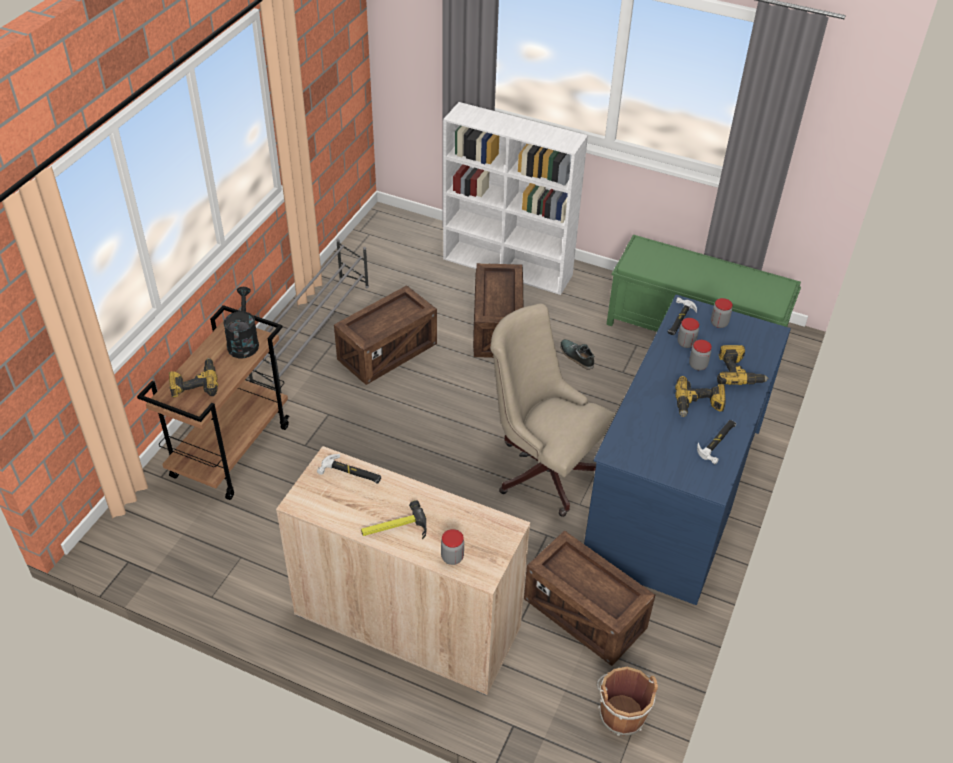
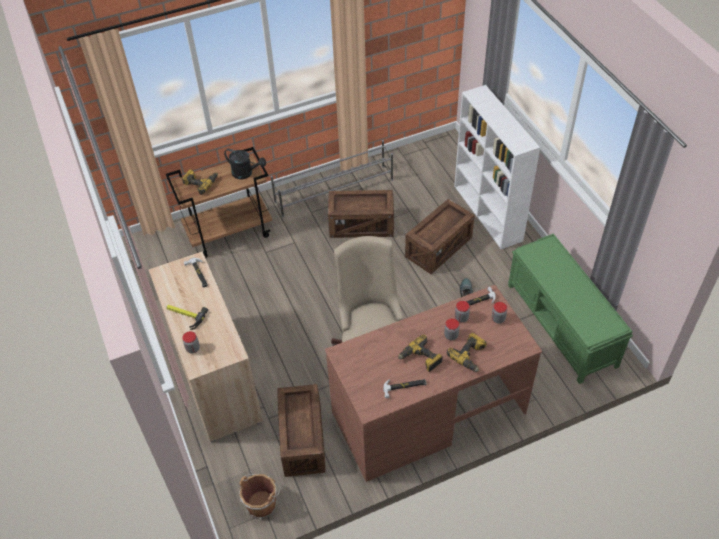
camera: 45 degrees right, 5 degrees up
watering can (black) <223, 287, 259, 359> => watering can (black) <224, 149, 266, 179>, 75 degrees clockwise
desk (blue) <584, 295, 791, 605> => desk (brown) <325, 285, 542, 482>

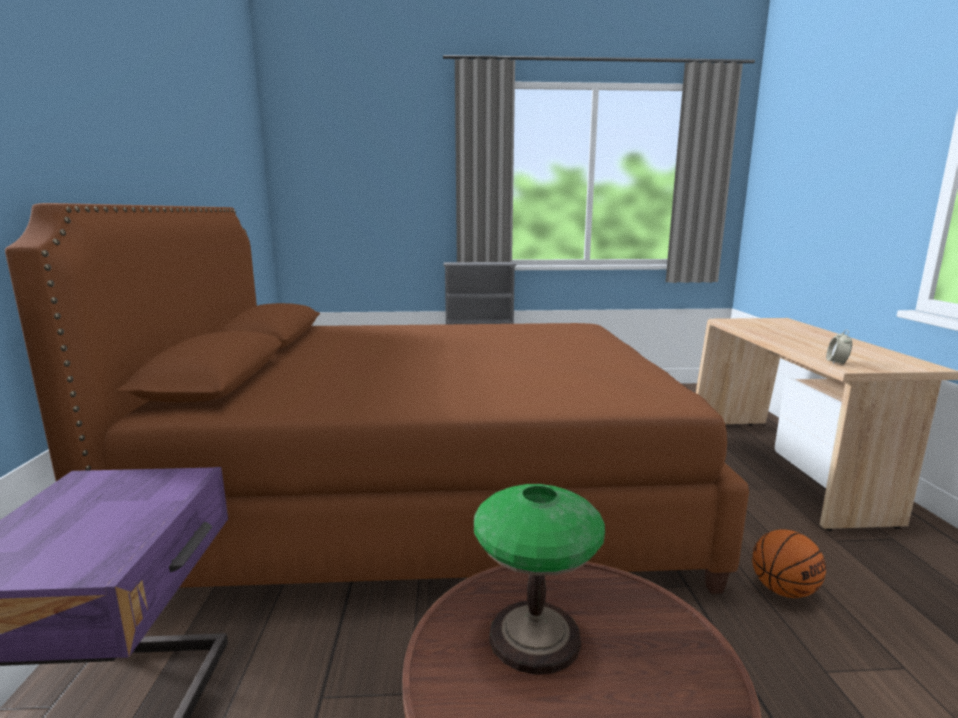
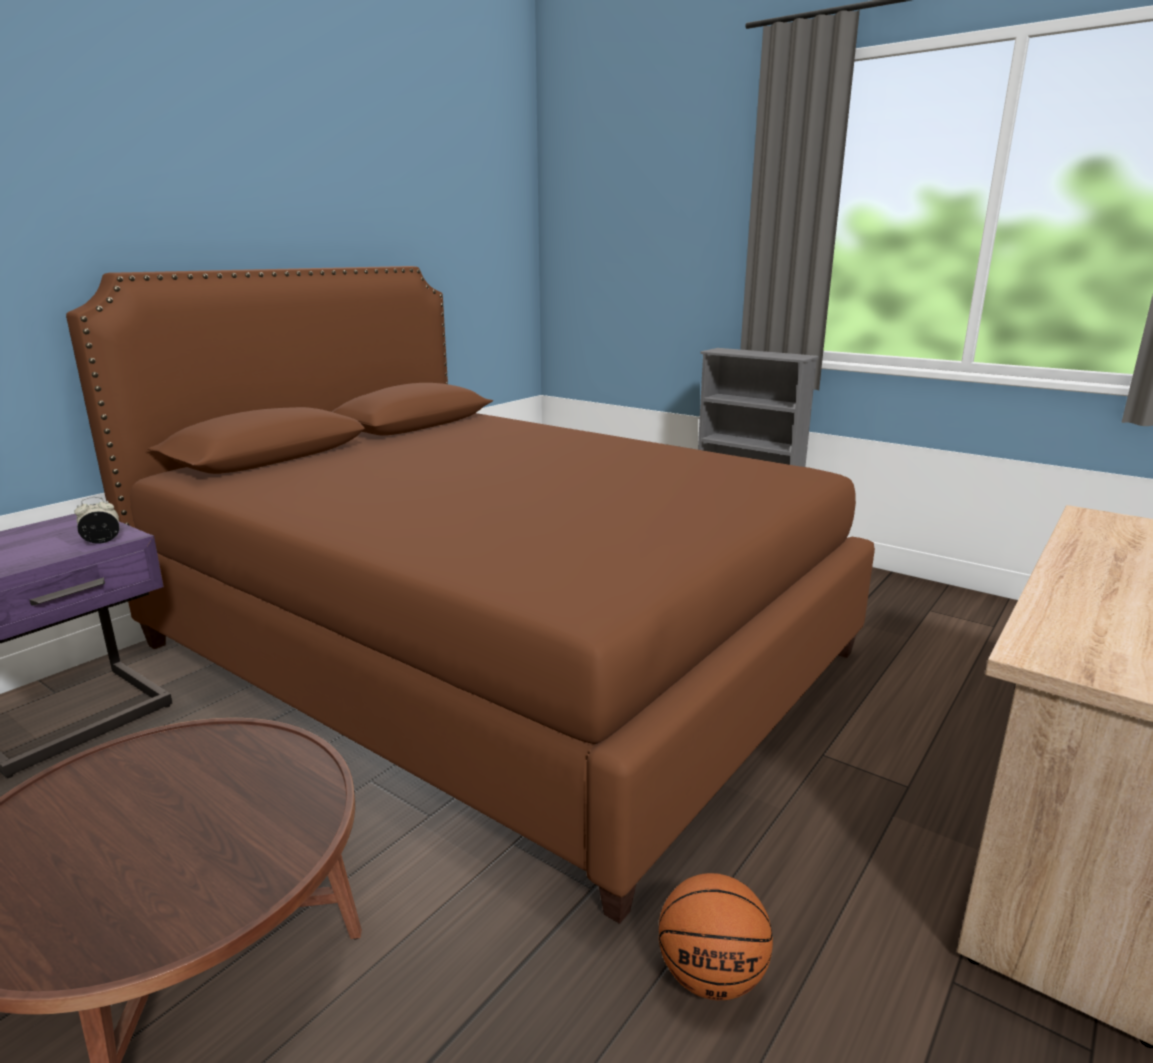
camera: 40 degrees right, 5 degrees up
alarm clock <826, 330, 852, 365> => alarm clock <74, 497, 119, 544>, move
table lamp <474, 484, 605, 675> => nothing

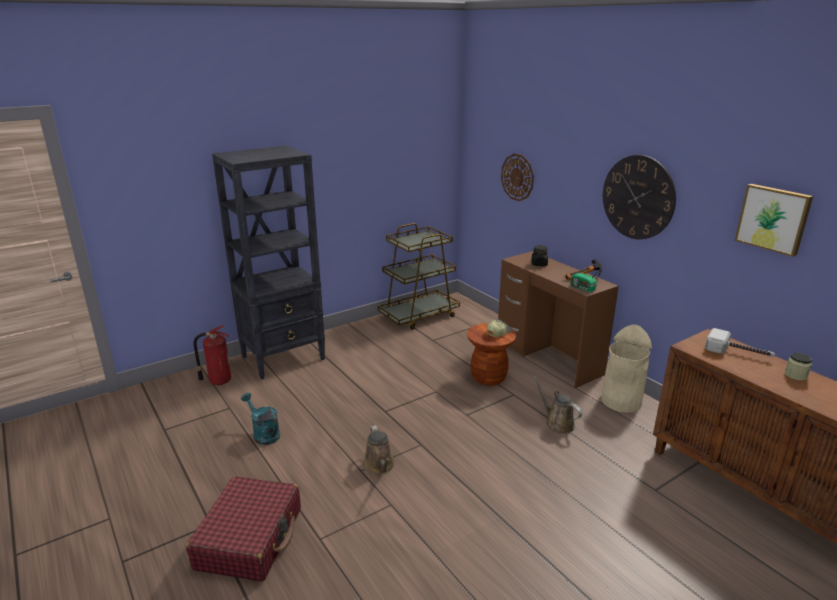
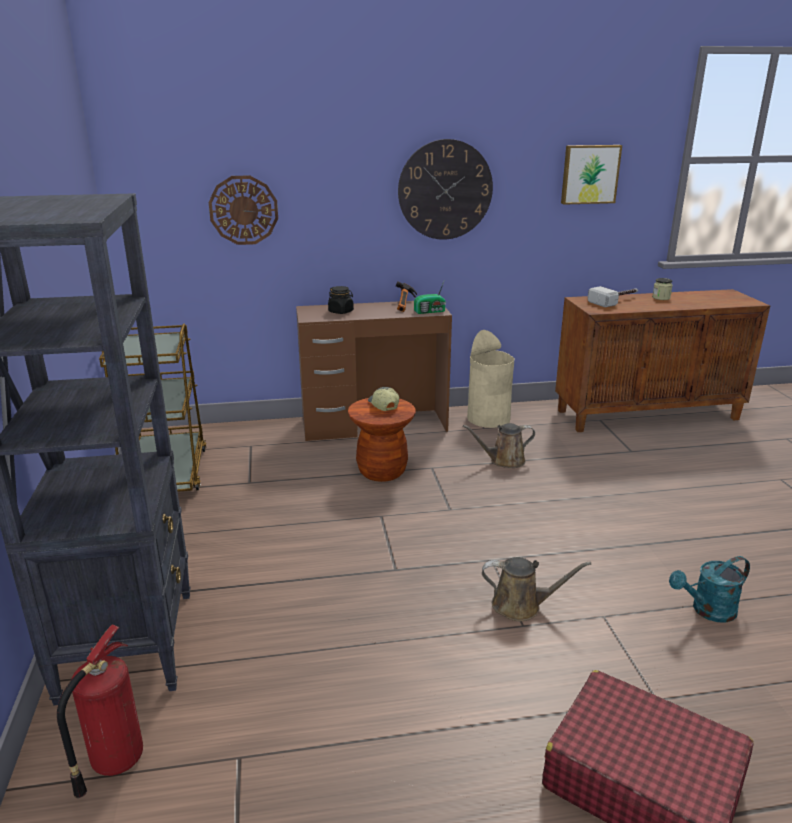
camera: 65 degrees left, 0 degrees up
watering can (turquoise) <241, 393, 280, 445> => watering can (turquoise) <669, 556, 750, 623>, move

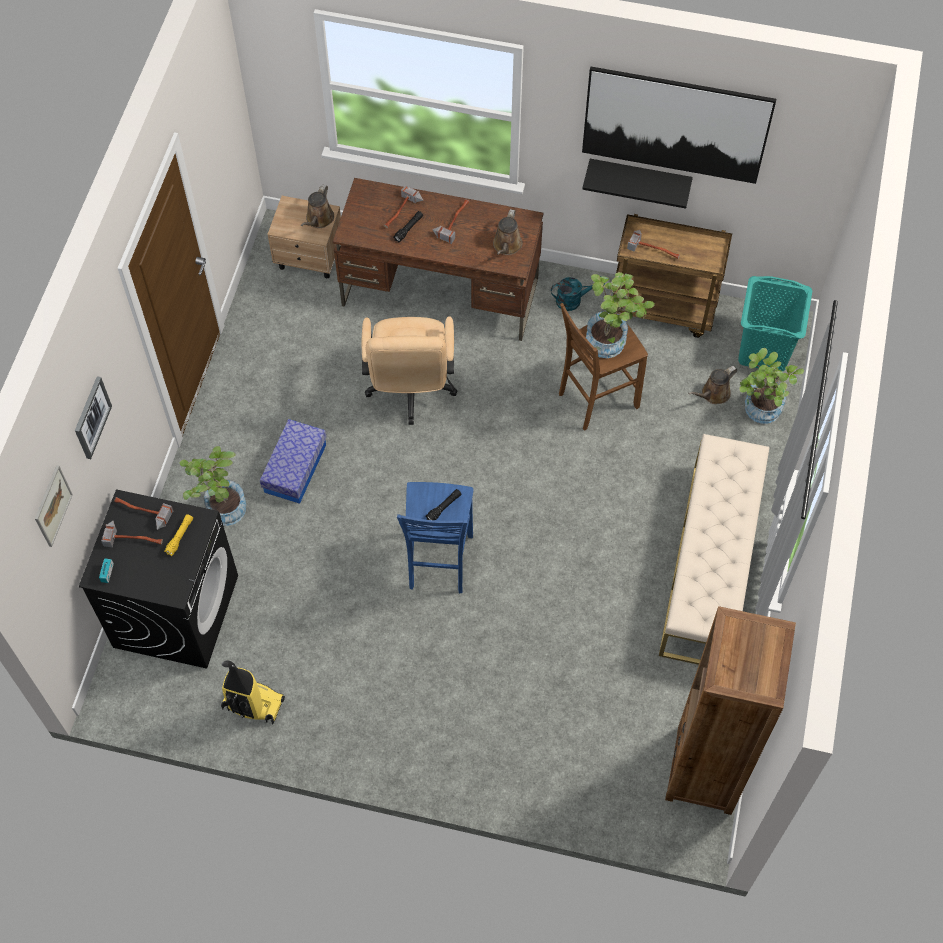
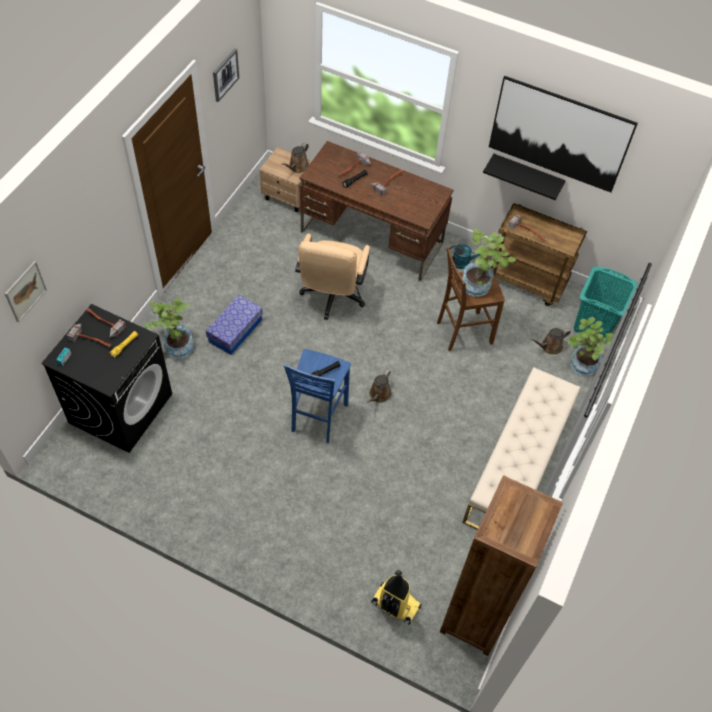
camera: 10 degrees right, 5 degrees down
picture <75, 376, 112, 459> => picture <213, 48, 239, 102>, move
watering can (brown) <493, 209, 523, 255> => watering can (brown) <366, 370, 392, 403>, move
vacuum cleaner <221, 661, 285, 724> => vacuum cleaner <372, 570, 422, 625>, move

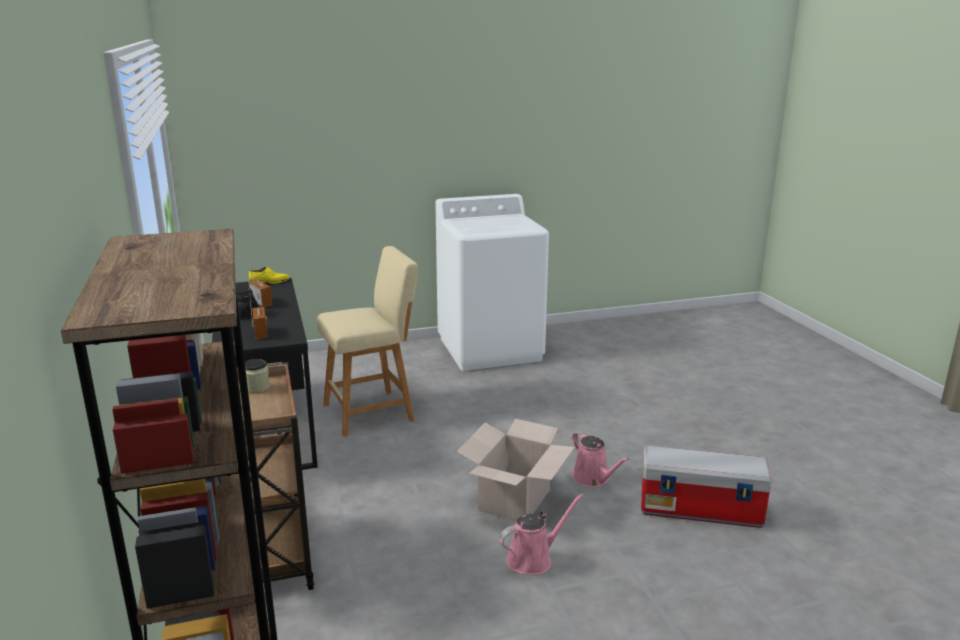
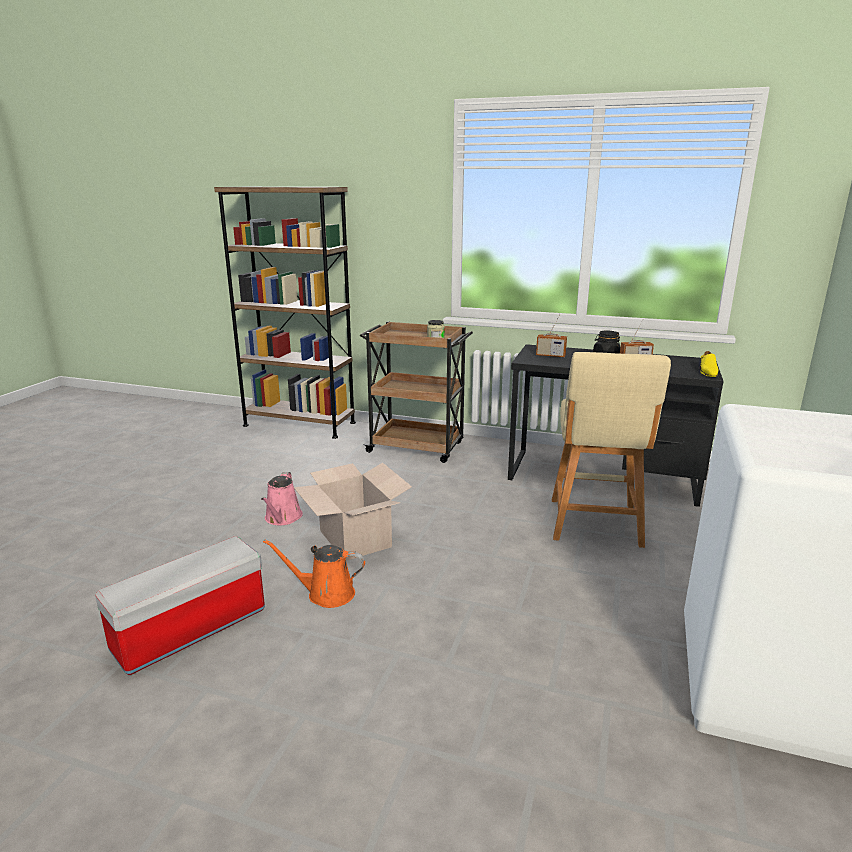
camera: 125 degrees right, 0 degrees up
watering can (pink) <572, 431, 630, 487> => watering can (orange) <263, 539, 365, 608>

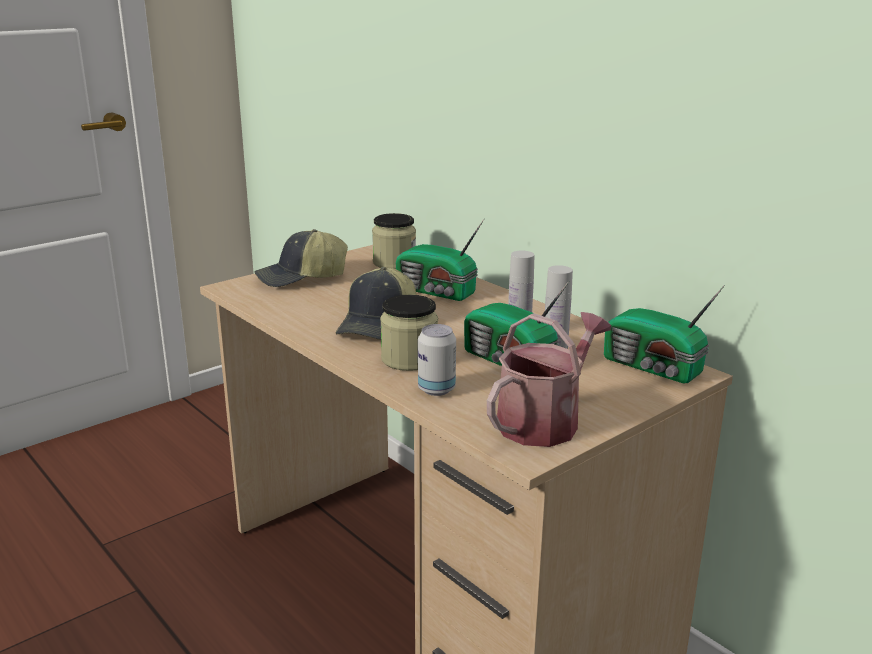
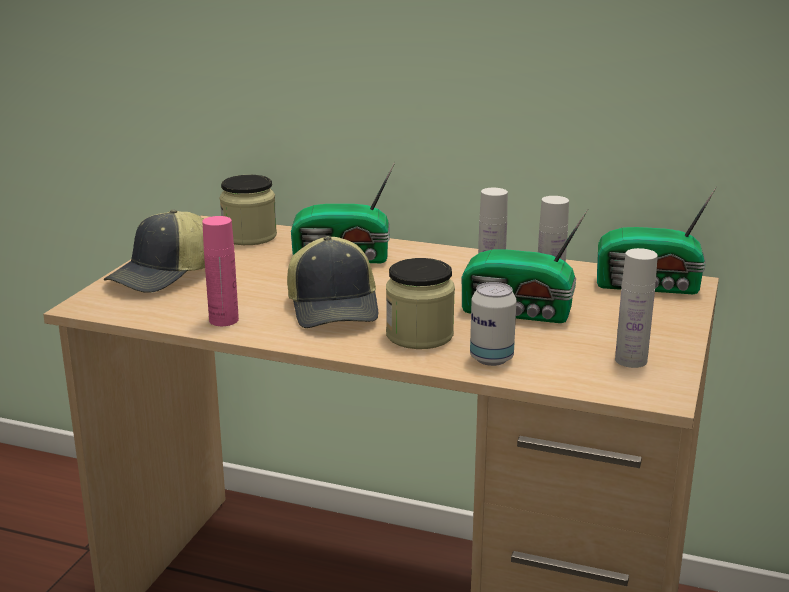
camera: 30 degrees left, 0 degrees up
nothing => bottle (pink) <202, 216, 239, 326>
watering can <487, 312, 612, 447> => bottle (white) <615, 248, 658, 368>

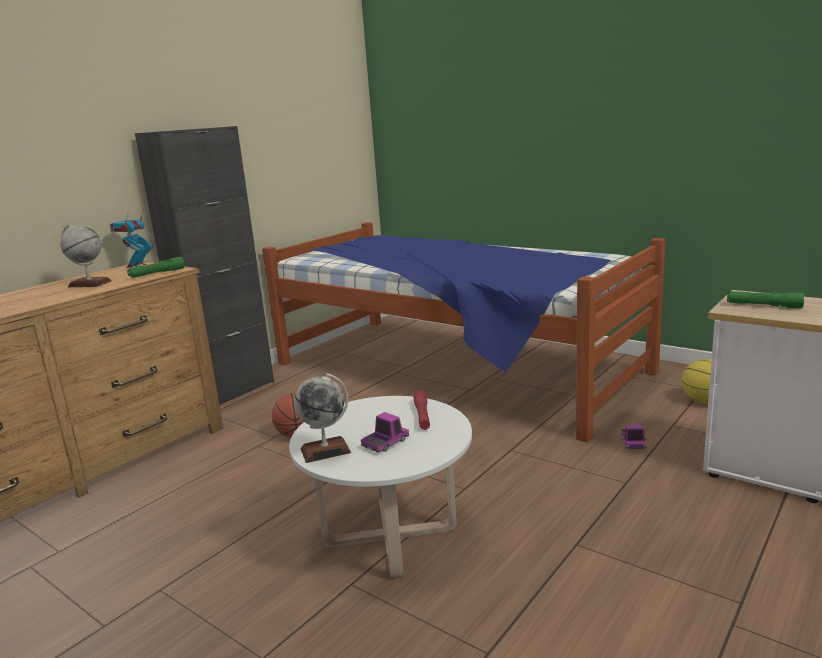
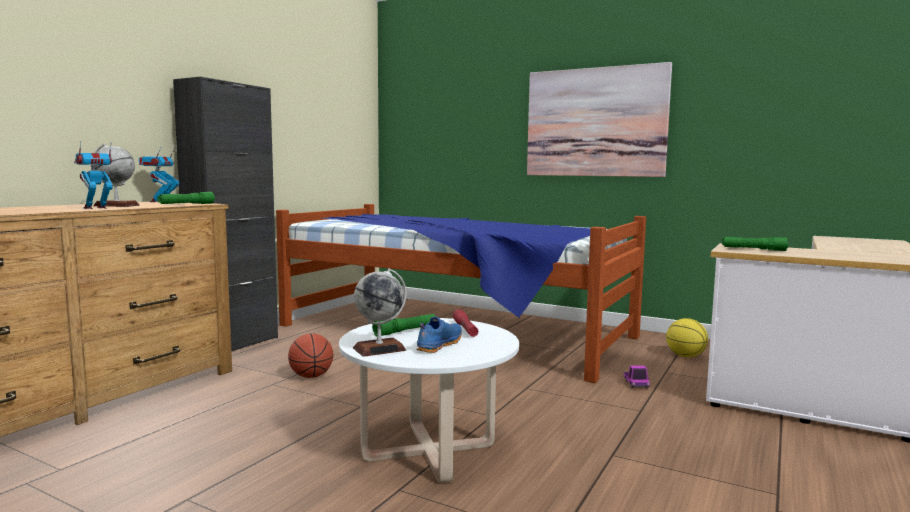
camera: 10 degrees left, 10 degrees down
nothing => toy robot <74, 141, 113, 209>
nothing => flashlight (green) <372, 314, 436, 336>
toy truck <361, 412, 409, 453> => shoe (blue) <416, 317, 462, 353>
nothing => picture <527, 62, 672, 177>

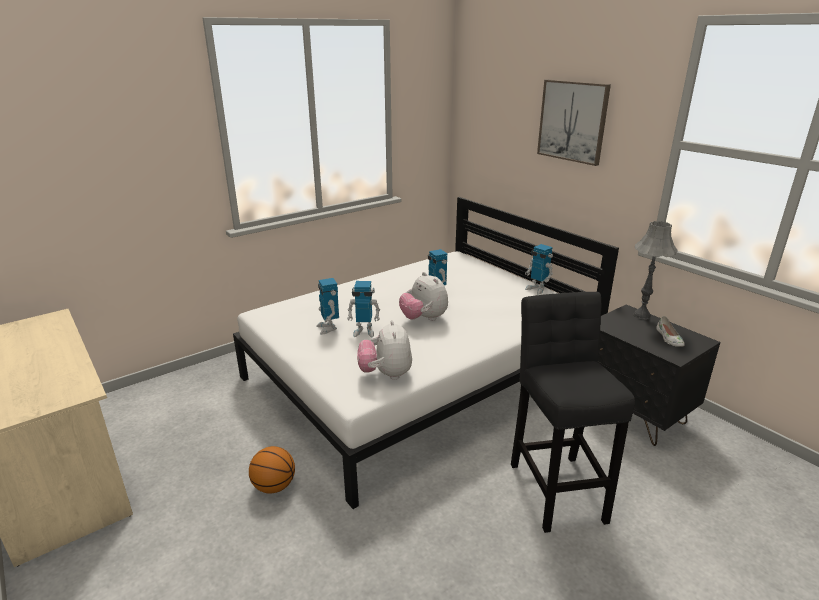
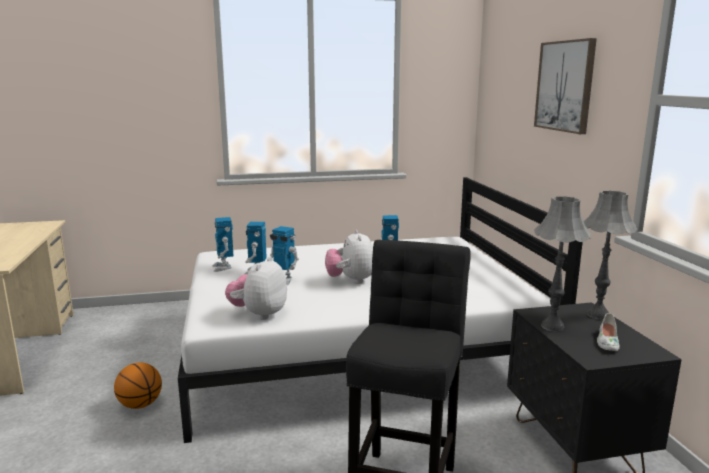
camera: 25 degrees right, 10 degrees down
toy robot <525, 244, 553, 295> => toy robot <212, 217, 234, 272>, move
nothing => table lamp (grey) <534, 196, 591, 332>

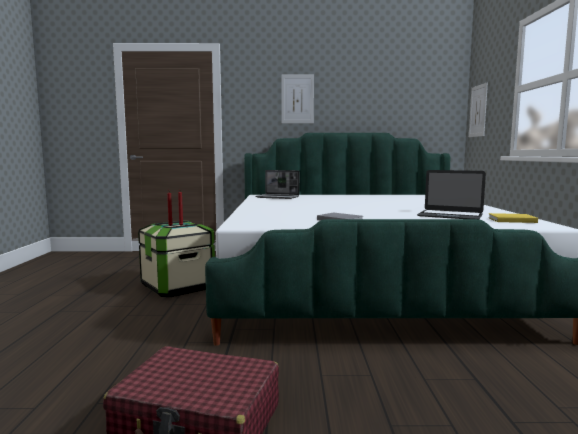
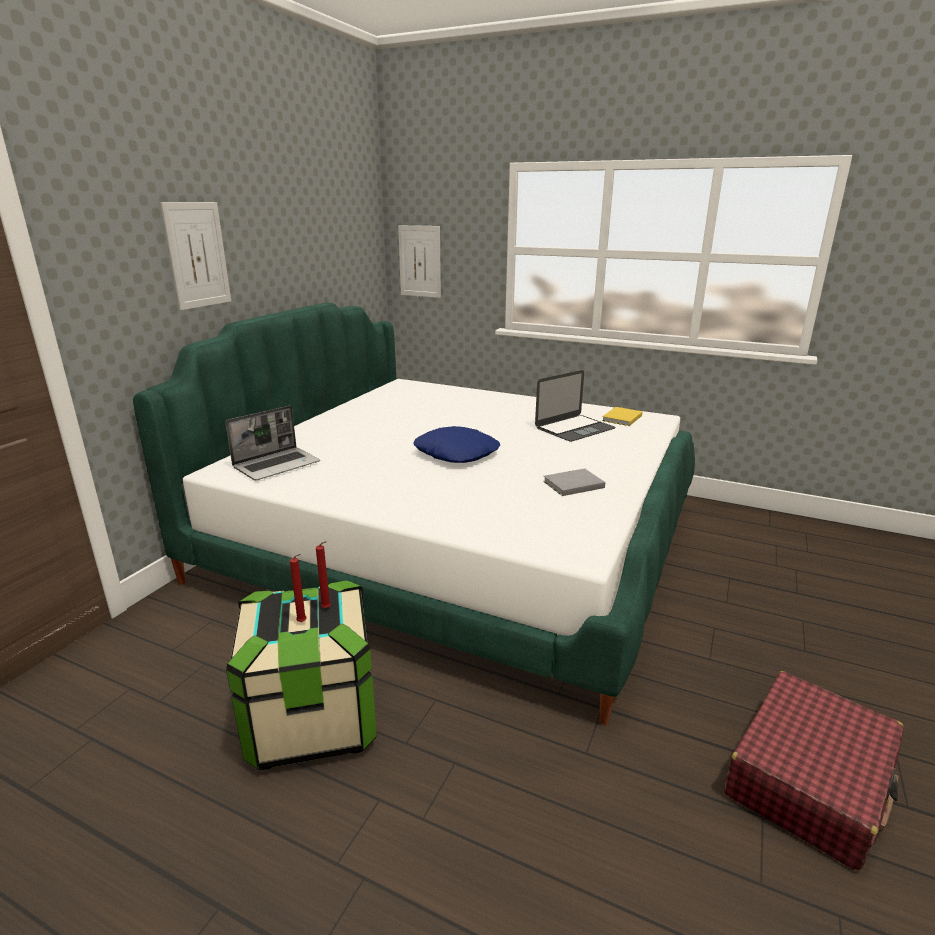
camera: 65 degrees left, 15 degrees up
nothing => pillow (blue) <413, 426, 501, 463>

